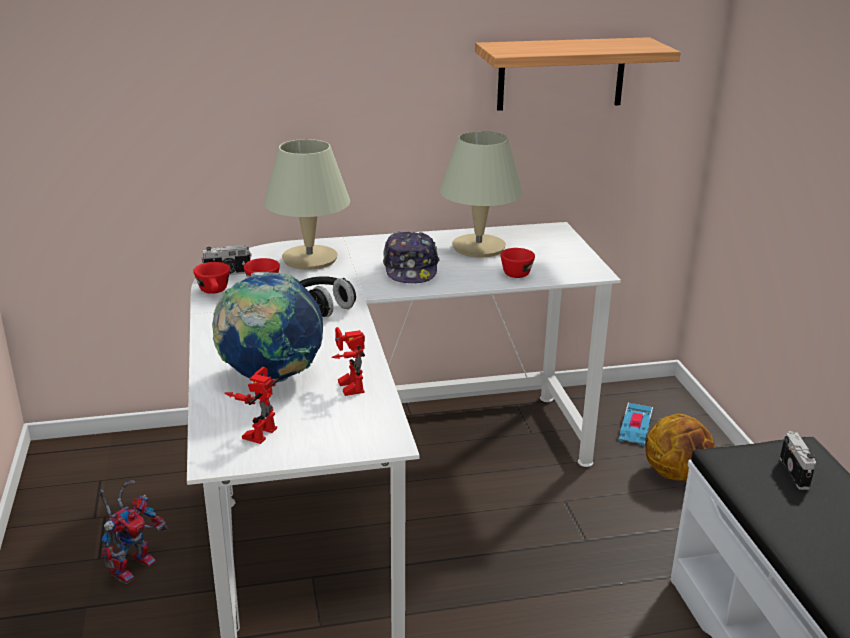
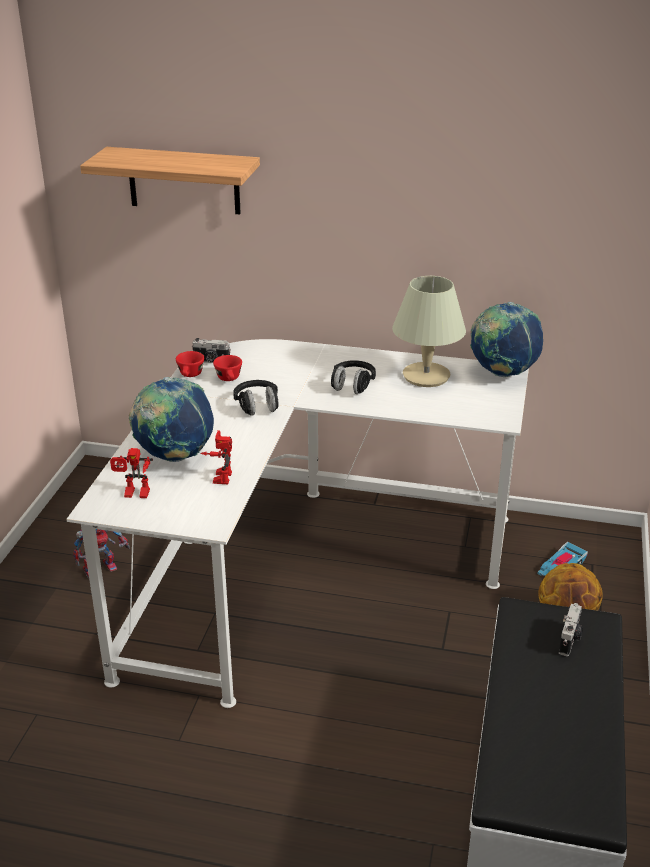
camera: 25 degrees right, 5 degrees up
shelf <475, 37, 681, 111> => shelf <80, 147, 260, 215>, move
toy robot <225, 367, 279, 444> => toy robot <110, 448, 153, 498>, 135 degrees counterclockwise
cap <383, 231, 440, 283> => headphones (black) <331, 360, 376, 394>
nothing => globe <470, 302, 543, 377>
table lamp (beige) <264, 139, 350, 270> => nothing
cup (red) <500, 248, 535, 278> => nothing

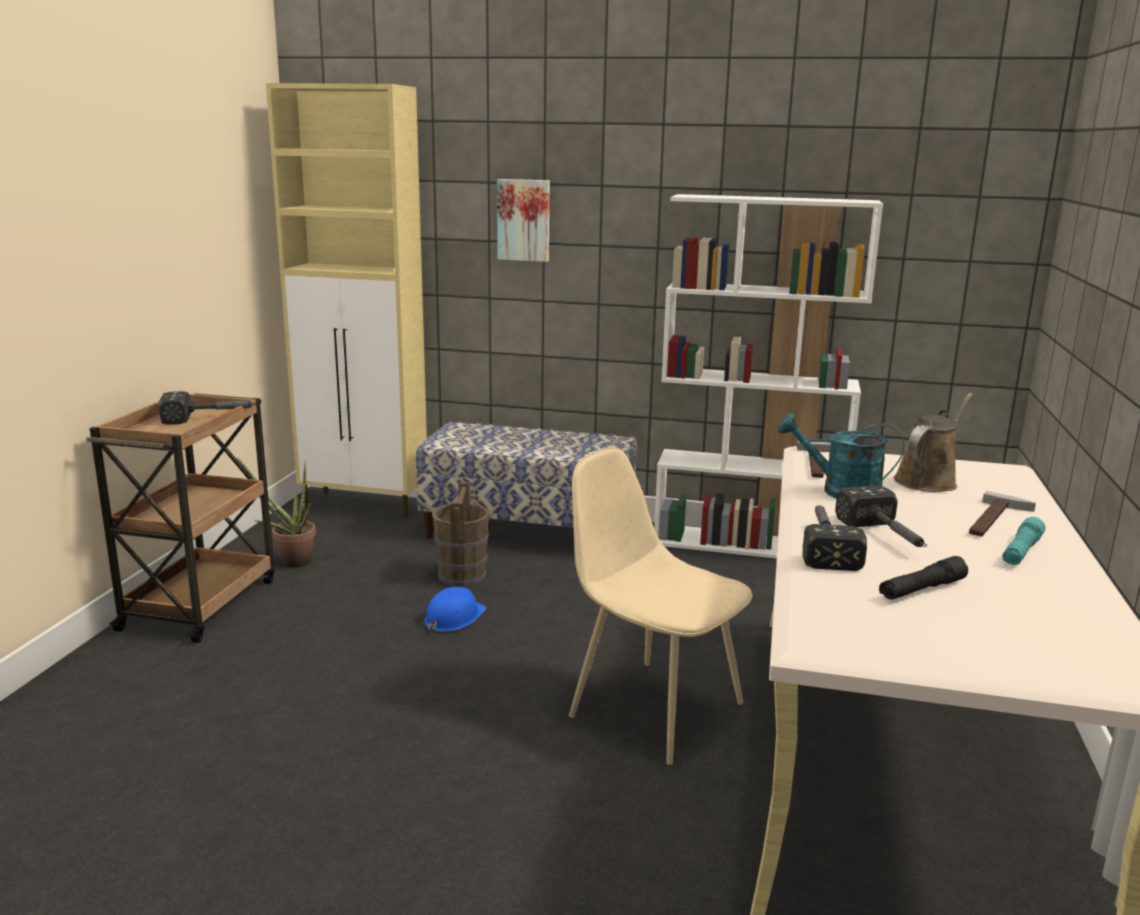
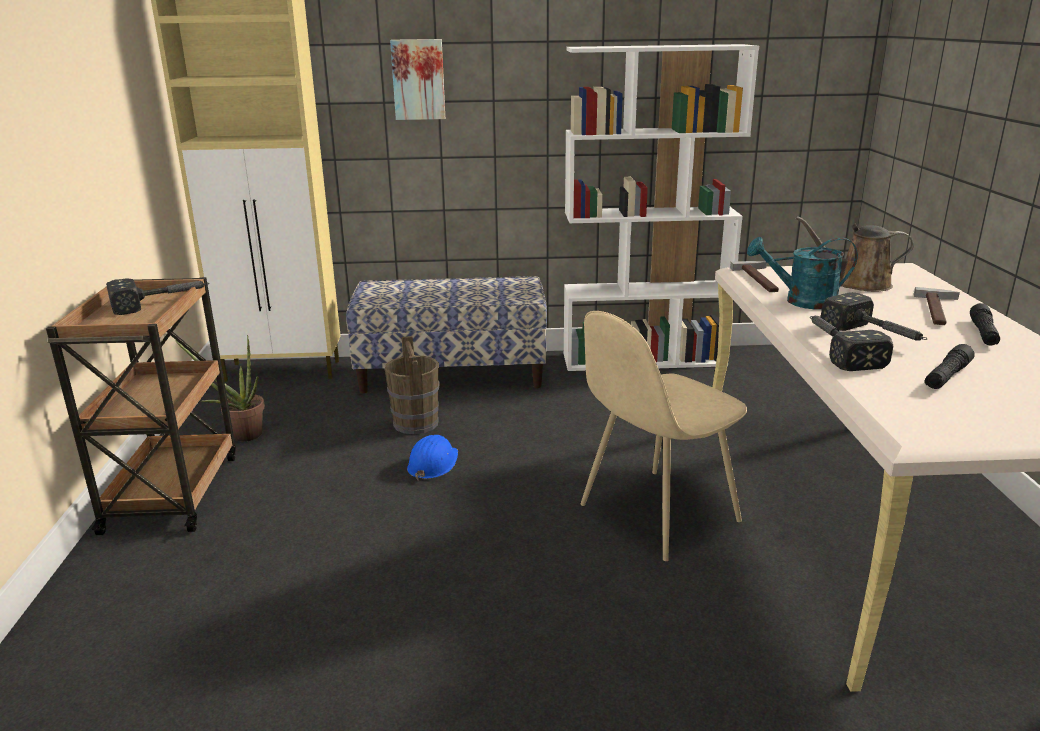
camera: 15 degrees left, 5 degrees up
chair (beige) <569, 447, 752, 765> => chair (beige) <581, 311, 747, 561>, 60 degrees counterclockwise
watering can (brown) <894, 393, 973, 492> => watering can (brown) <796, 216, 914, 292>, 105 degrees counterclockwise
flashlight (turquoise) <1002, 517, 1045, 565> => flashlight (black) <970, 303, 1000, 346>

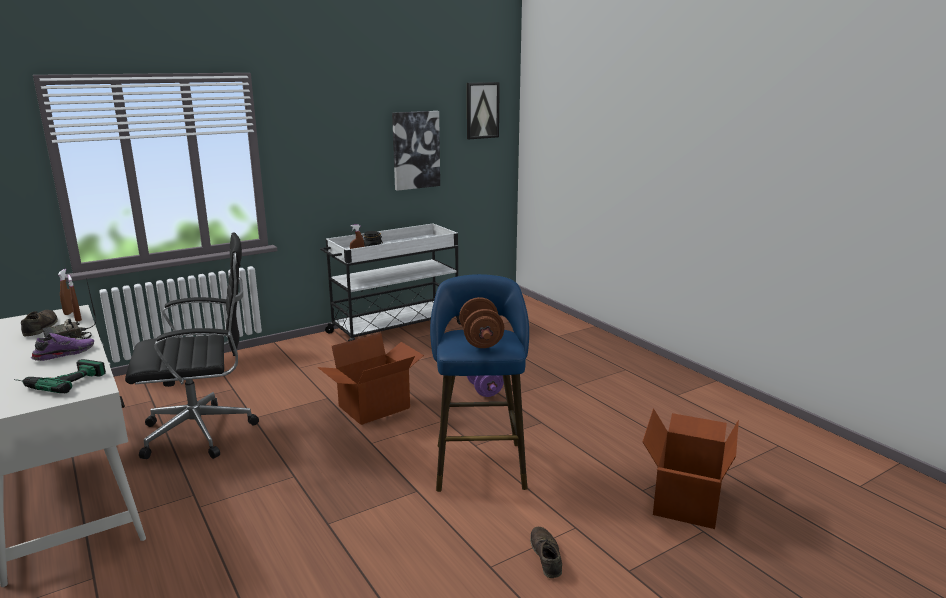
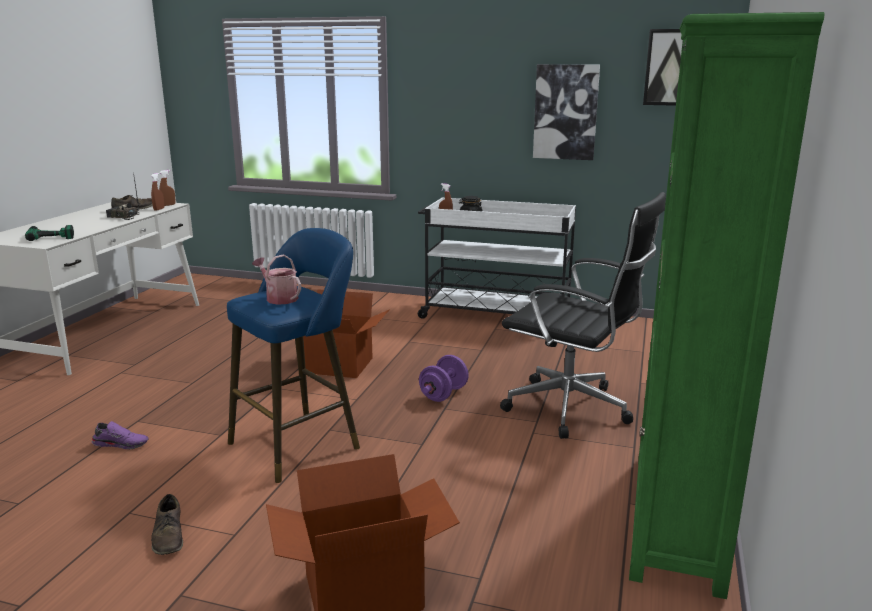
camera: 50 degrees right, 0 degrees up
shoe (purple) <31, 333, 94, 361> => shoe (purple) <92, 421, 149, 449>, move
shoe (brown) <530, 527, 562, 578> => shoe (brown) <151, 494, 183, 555>, 120 degrees clockwise
dumbbell (brown) <459, 297, 504, 348> => watering can <252, 254, 301, 305>
office chair (black) <125, 232, 259, 459> => office chair (black) <500, 192, 666, 439>, move
nothing => bookcase (green) <629, 12, 824, 599>

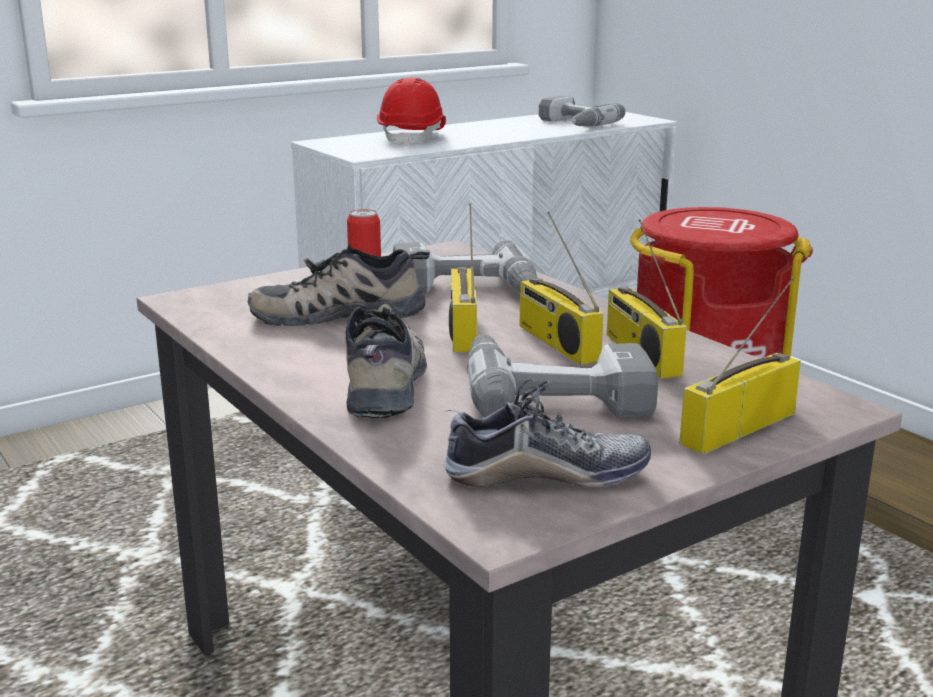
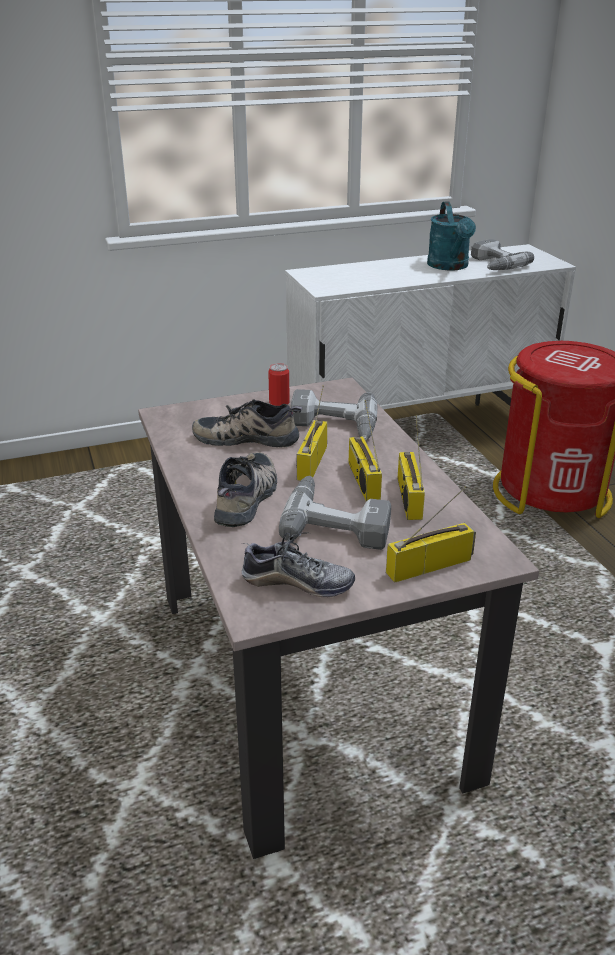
camera: 15 degrees right, 10 degrees up
nothing => watering can (turquoise) <427, 202, 476, 271>
hard hat (red) <377, 78, 446, 146> => nothing

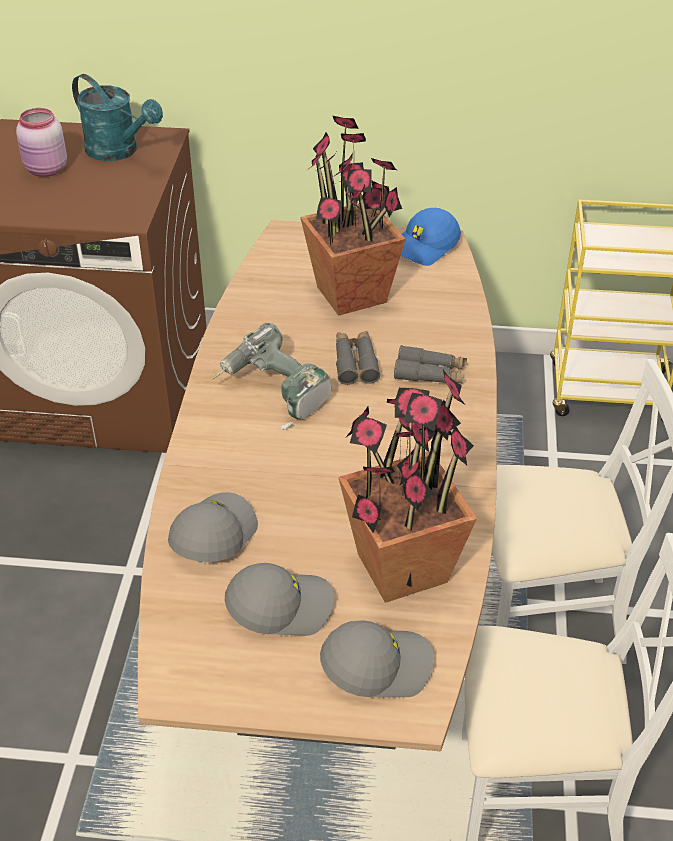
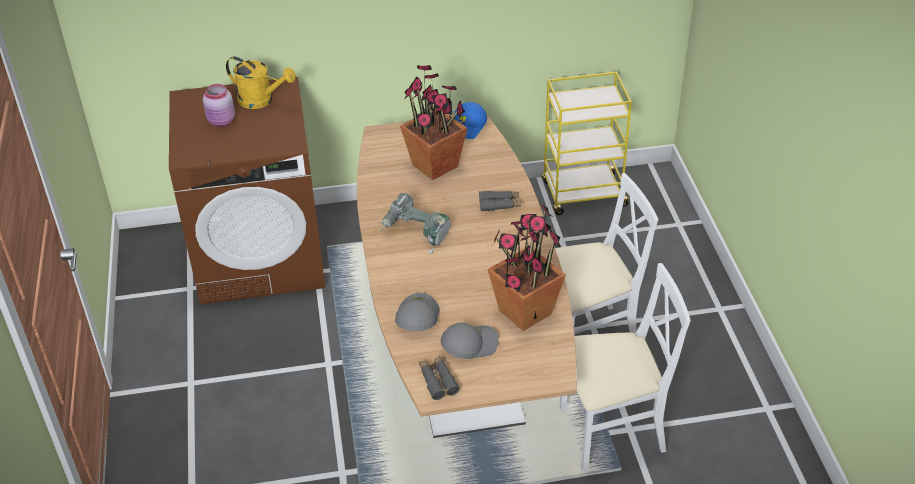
camera: 15 degrees left, 0 degrees up
watering can (turquoise) <72, 74, 163, 161> => watering can (yellow) <226, 56, 296, 109>
binoculars (grey) <336, 331, 380, 385> => binoculars (grey) <419, 355, 460, 400>, move
cap (grey) <320, 620, 434, 697> => nothing

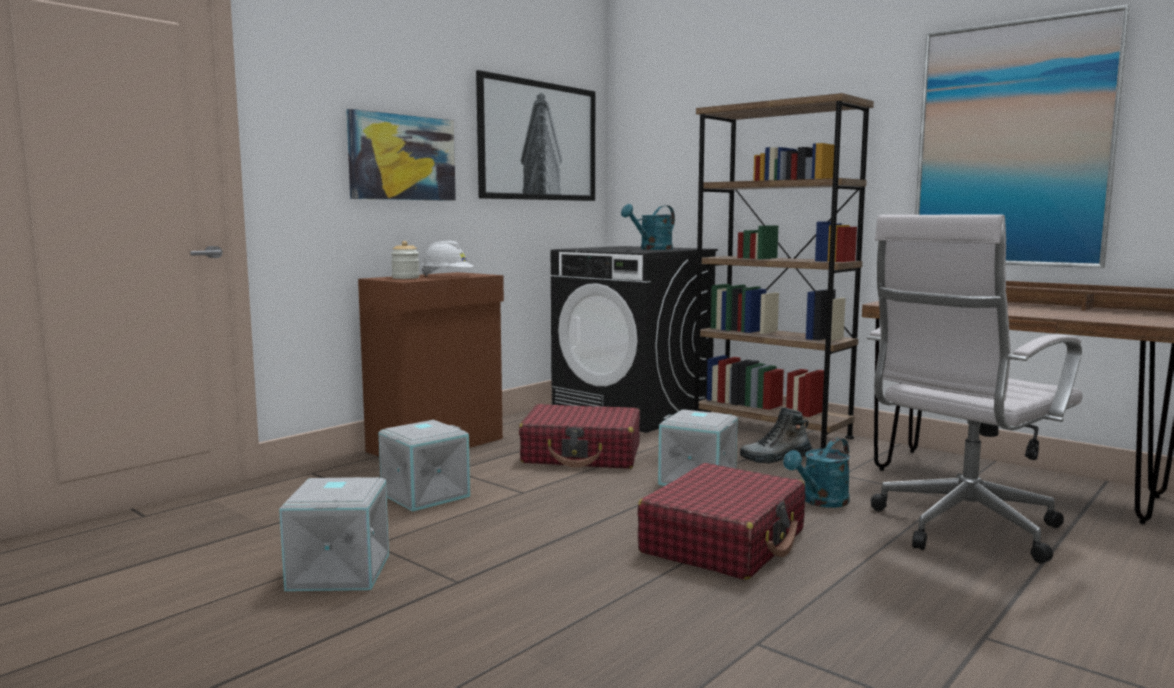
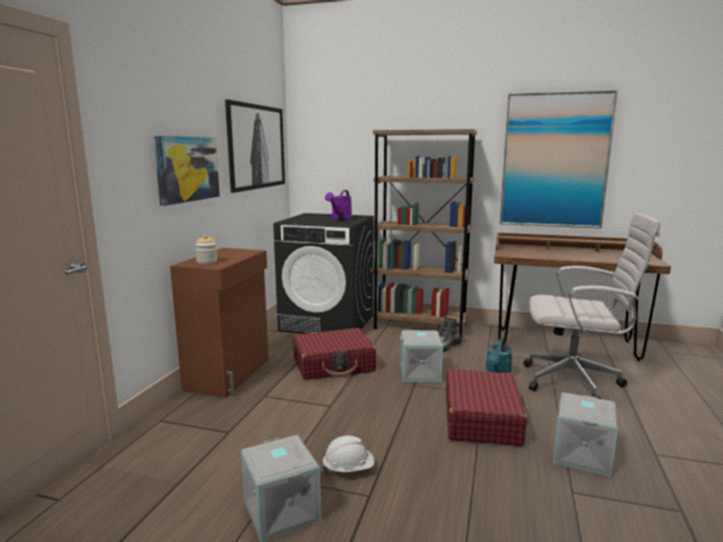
camera: 25 degrees left, 5 degrees up
hard hat (white) <421, 241, 473, 276> => hard hat (white) <322, 436, 374, 472>, move
watering can (turquoise) <621, 204, 675, 250> => watering can (purple) <325, 190, 352, 221>
office chair (white) <867, 215, 1083, 563> => office chair (white) <523, 213, 660, 399>, 105 degrees counterclockwise
storage box (grey) <378, 420, 470, 511> => storage box (grey) <553, 392, 618, 477>, move

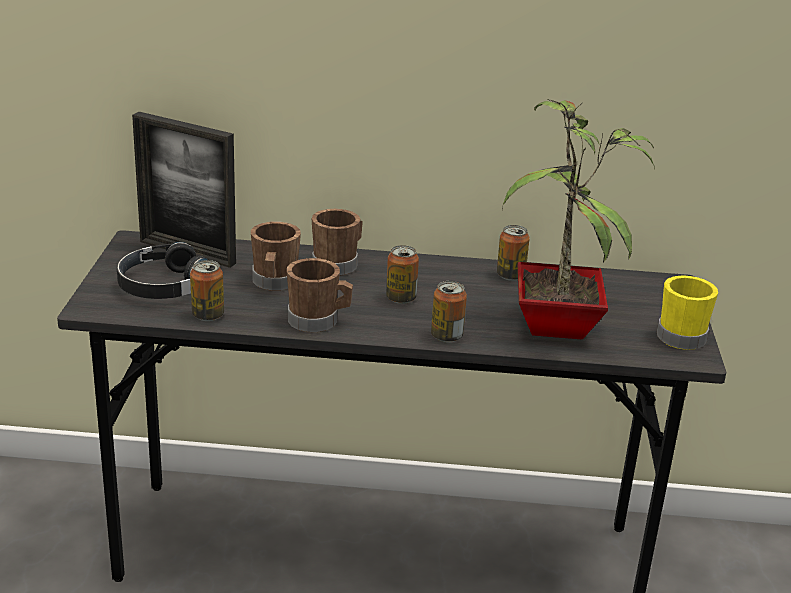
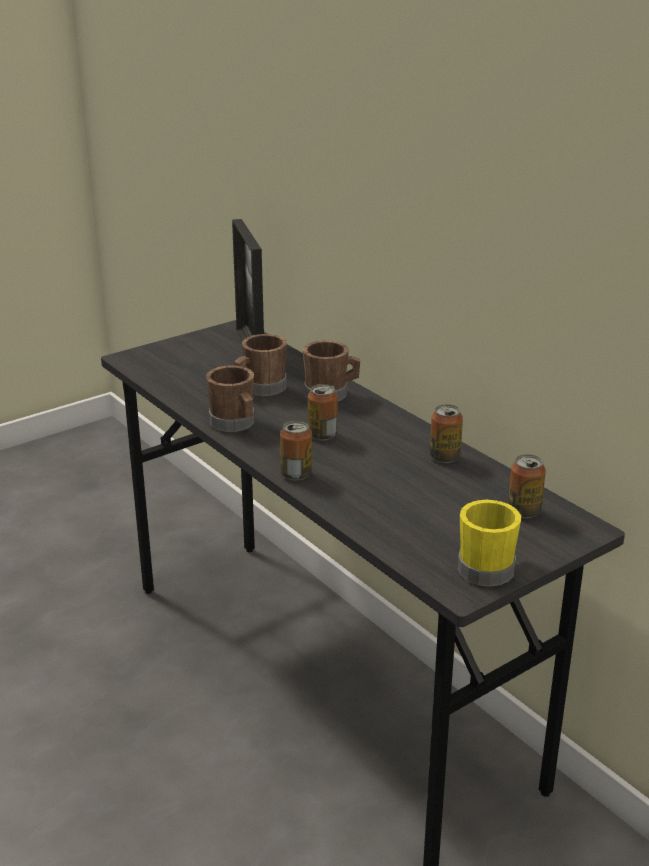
camera: 50 degrees right, 0 degrees up
can <190, 260, 224, 321> => can <508, 454, 546, 518>, move
headphones (black) <117, 242, 208, 299> => nothing
potted plant <503, 99, 655, 339> => nothing

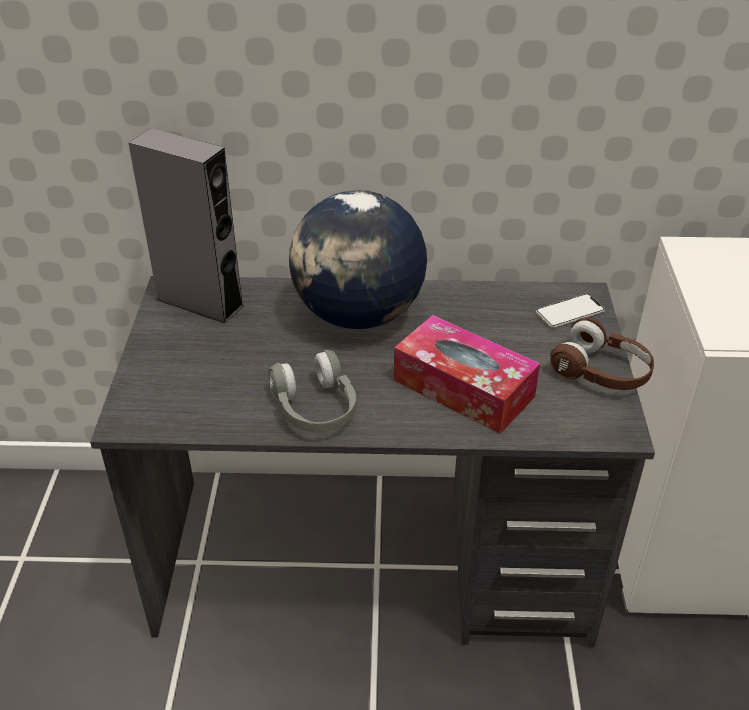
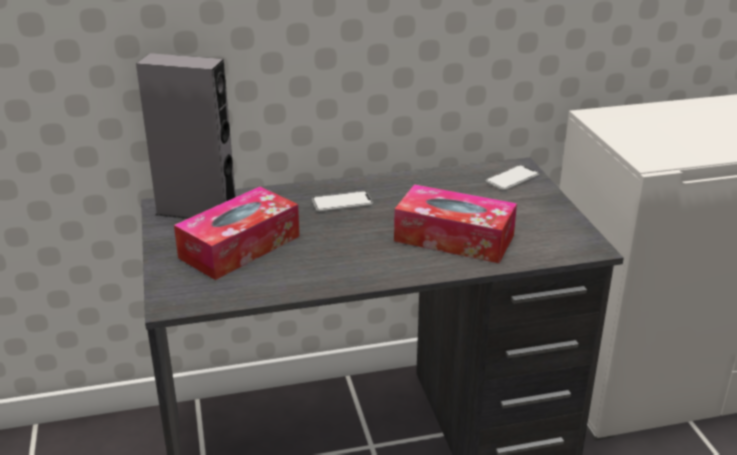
camera: 15 degrees left, 10 degrees down
nothing => tissue box <174, 187, 300, 280>
globe <289, 190, 427, 329> => phone <312, 191, 373, 211>
headphones (grey) <269, 350, 357, 432> => nothing
headphones (brown) <550, 317, 654, 390> => nothing

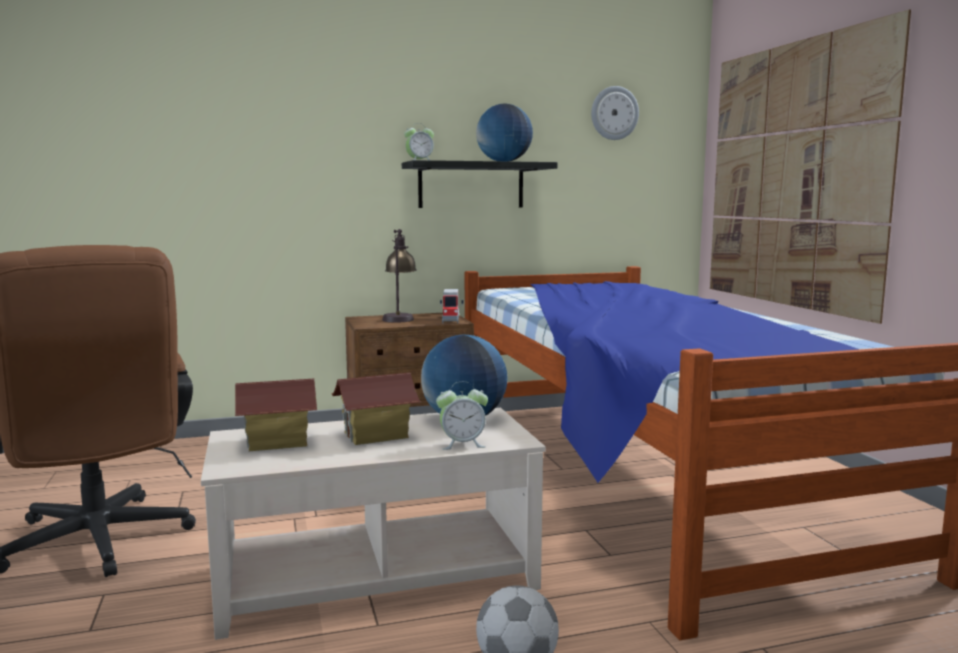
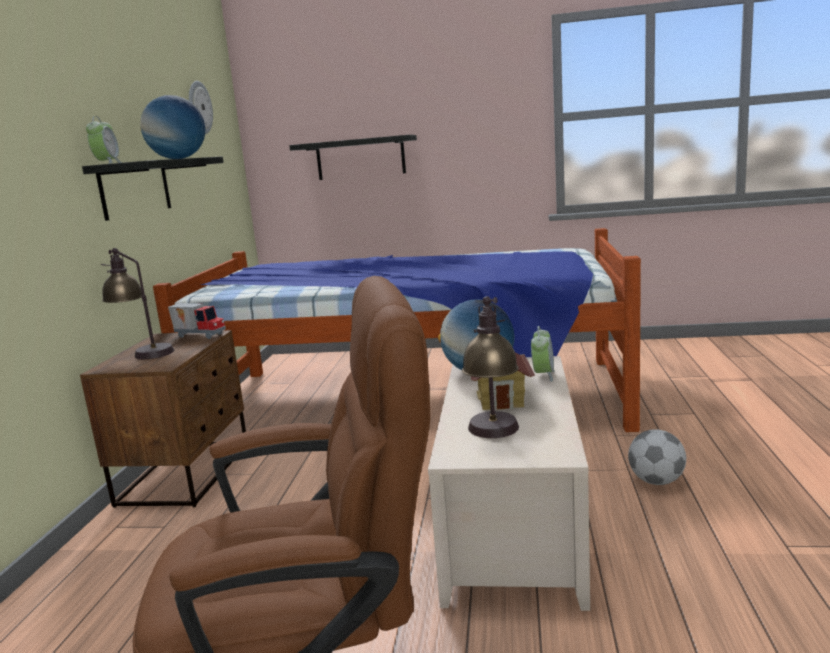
camera: 65 degrees left, 5 degrees up
picture <710, 9, 911, 324> => shelf (black) <289, 135, 417, 180>
toy house <235, 379, 317, 451> => table lamp <462, 296, 519, 438>

